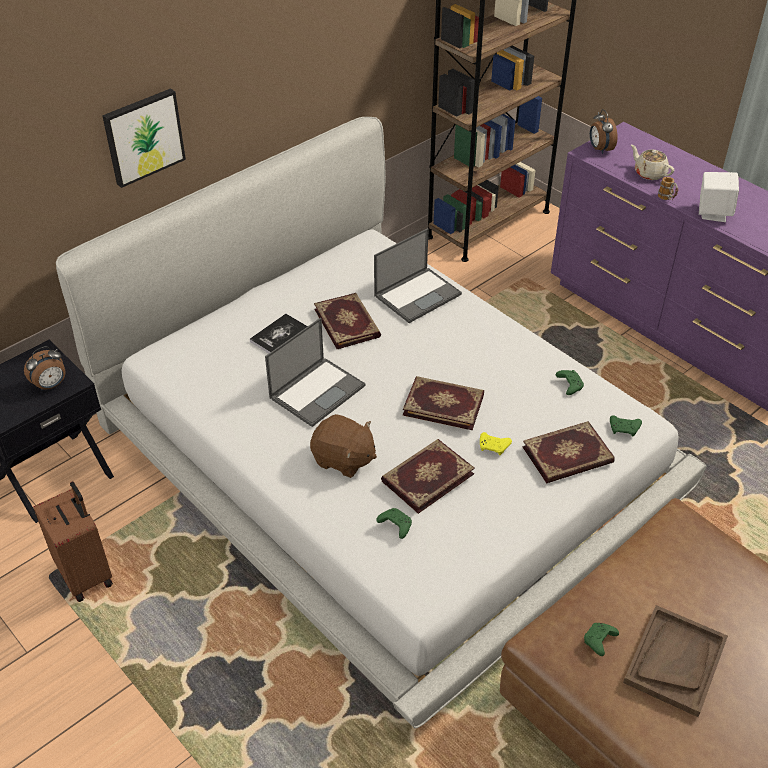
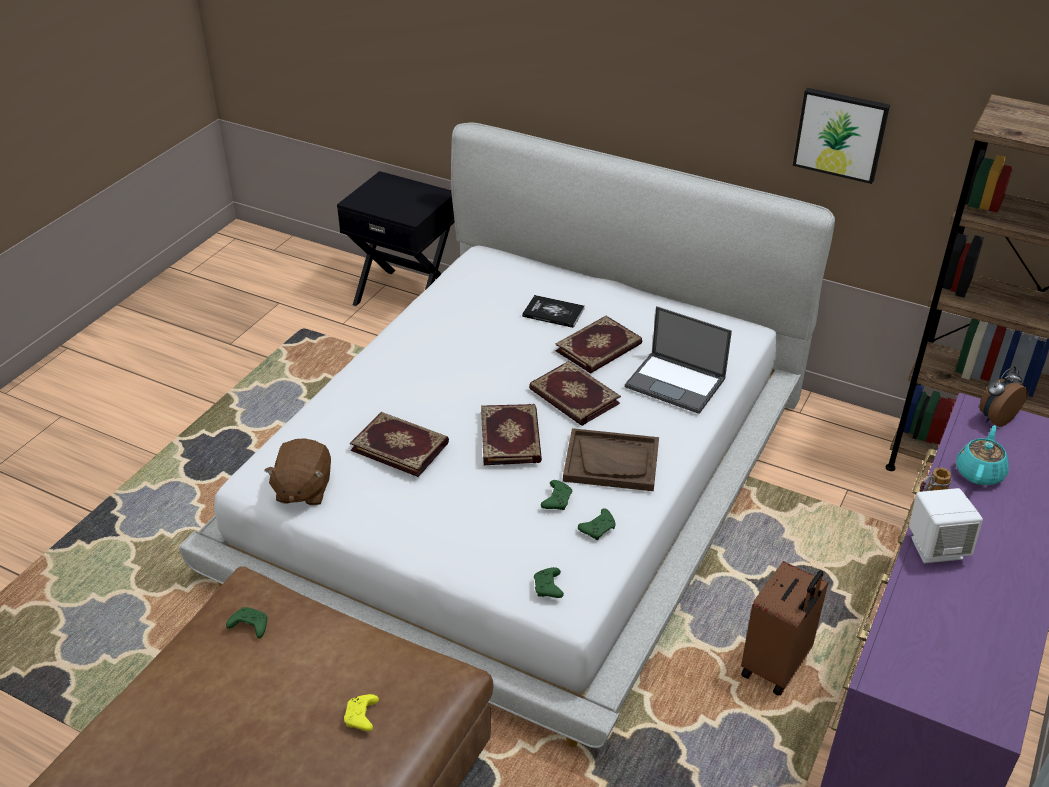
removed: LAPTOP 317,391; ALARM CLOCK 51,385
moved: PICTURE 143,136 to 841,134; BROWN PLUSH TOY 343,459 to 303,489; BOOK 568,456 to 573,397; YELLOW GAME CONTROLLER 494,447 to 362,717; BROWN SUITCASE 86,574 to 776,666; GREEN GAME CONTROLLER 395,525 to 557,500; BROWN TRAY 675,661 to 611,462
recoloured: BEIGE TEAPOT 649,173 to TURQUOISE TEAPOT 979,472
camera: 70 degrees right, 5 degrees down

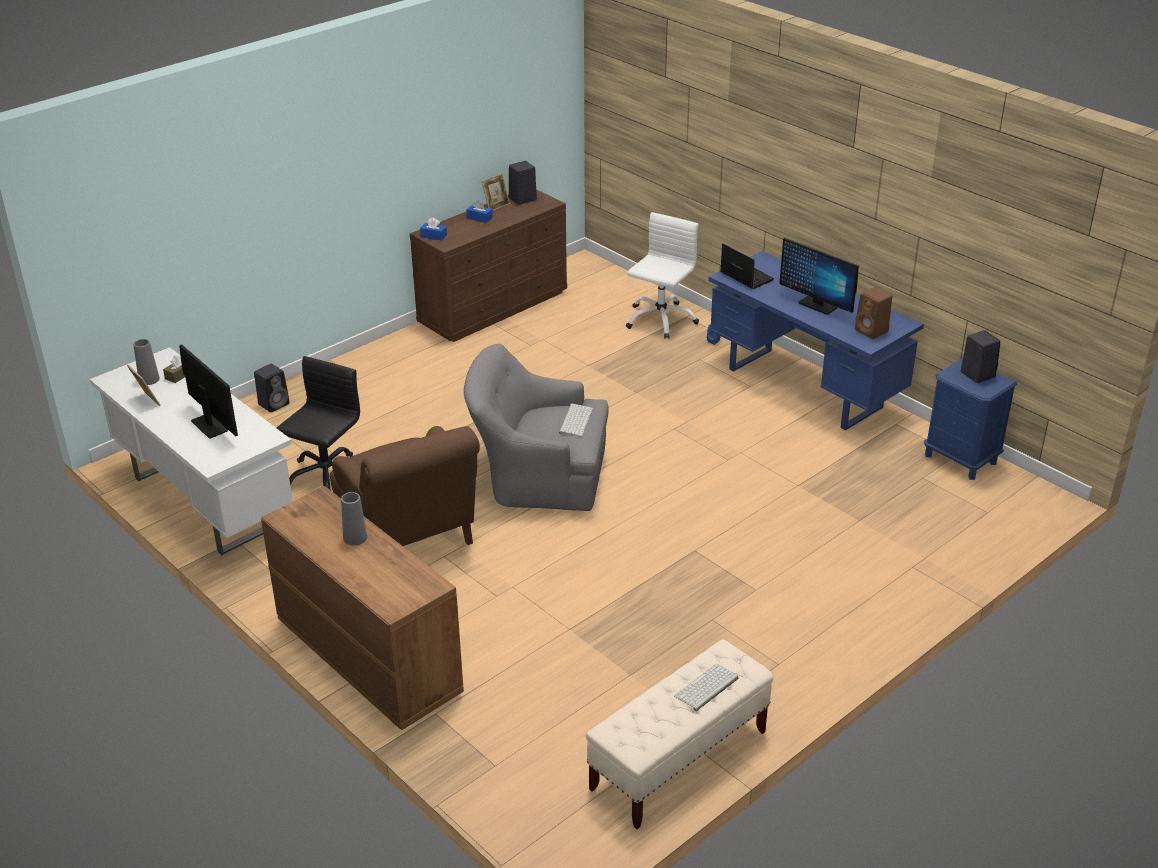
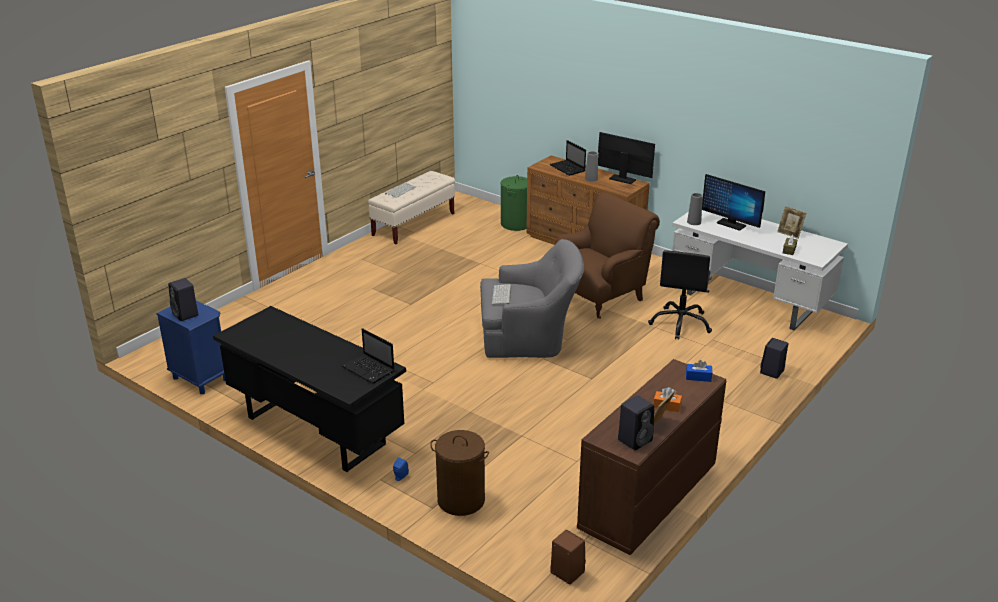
added: LAPTOP 568,168; GREEN LAUNDRY BASKET 516,224
moved: MONITOR 817,305 to 622,179; BROWN SPEAKER 872,331 to 566,572; GREY VASE 149,379 to 694,222
replaced: WHITE OFFICE CHAIR 660,319 to BROWN LAUNDRY BASKET 460,500
recoloured: BLUE TISSUE BOX 479,218 to ORANGE TISSUE BOX 667,406; BLUE DESK 805,388 to BLACK DESK 314,431
turned: BROWN ARMCHAIR 409,535 = 599,296 90 degrees clockwise
camera: 170 degrees right, 5 degrees down

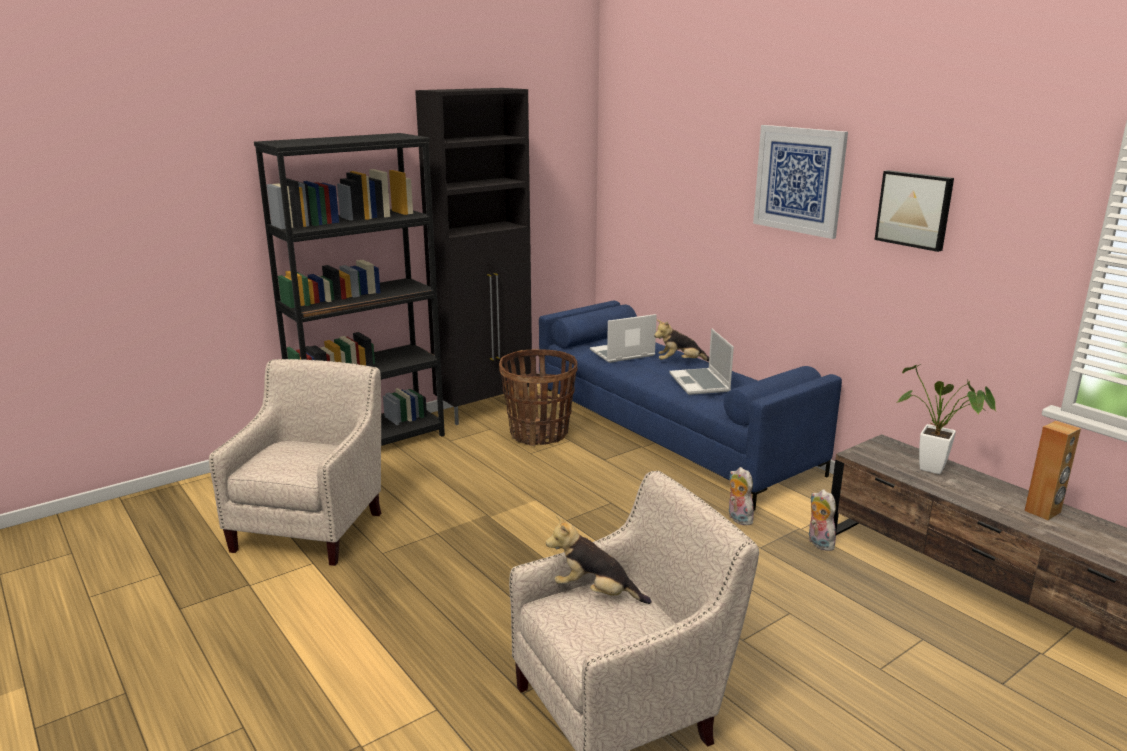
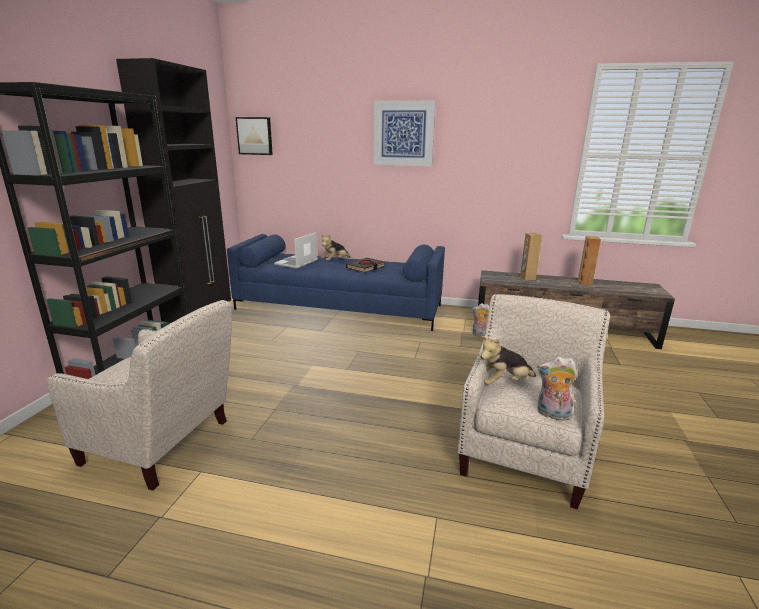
removed: BASKET 539,433
moved: PICTURE 915,209 to 255,136; PLUSH TOY 738,518 to 552,414
replaced: LAPTOP 700,383 to BLACK BOOK 365,267; POTTED PLANT 938,470 to BROWN SPEAKER 527,278
turned: BEIGE ARMCHAIR 313,526 = 163,445 135 degrees clockwise
camera: 40 degrees left, 0 degrees up

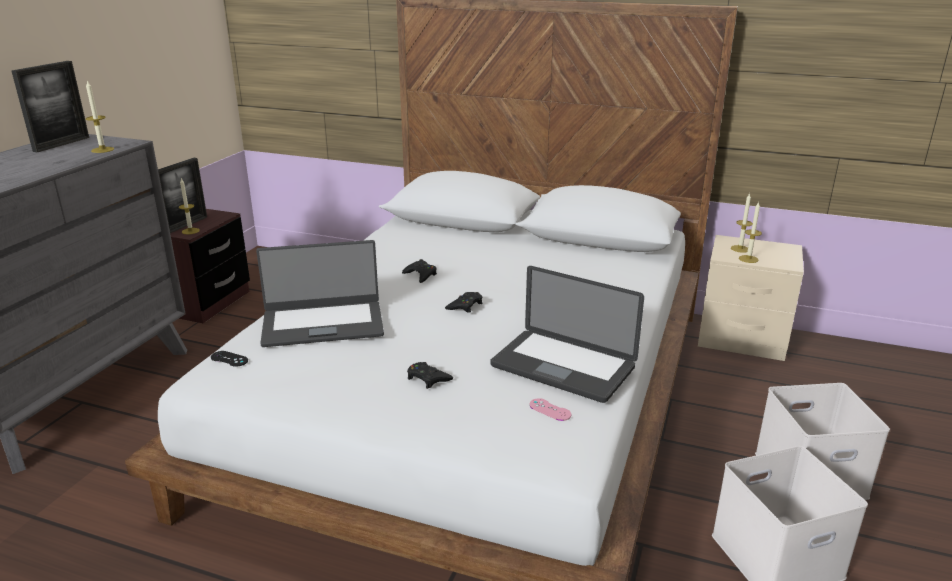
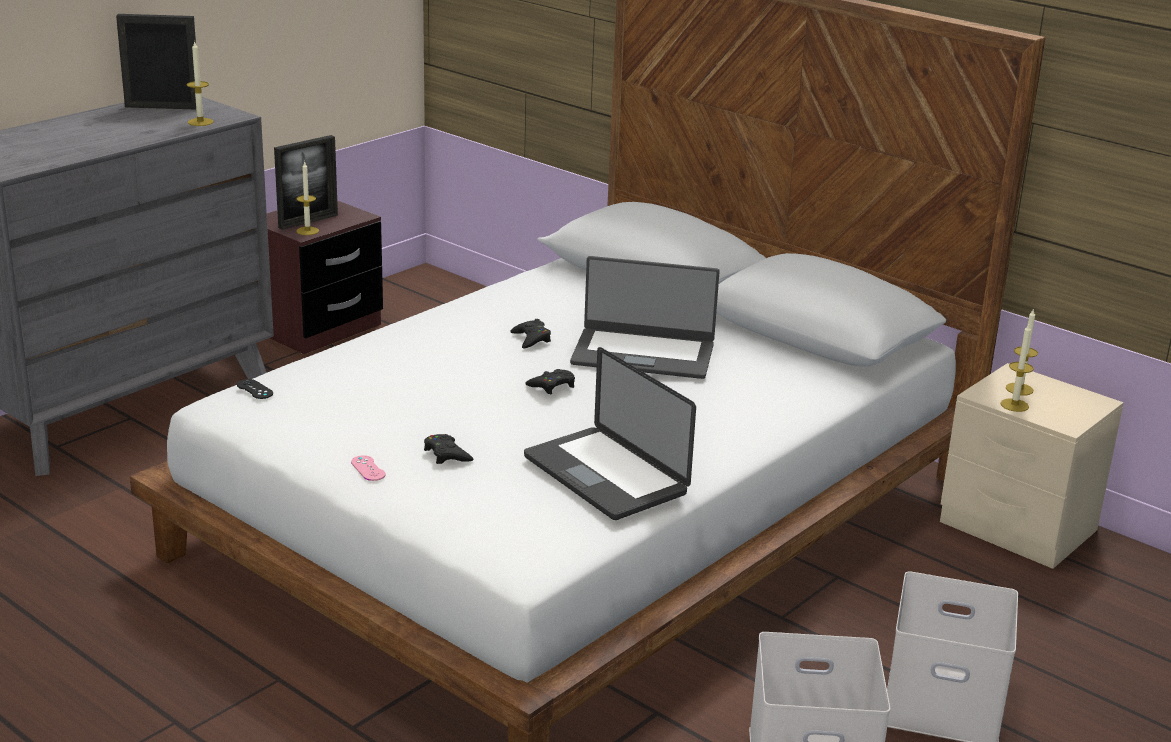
moved: LAPTOP 323,323 to 643,353; PINK GAME CONTROLLER 550,410 to 368,468
turned: PICTURE FRAME 62,144 = 162,107 135 degrees counterclockwise
camera: 20 degrees right, 0 degrees up

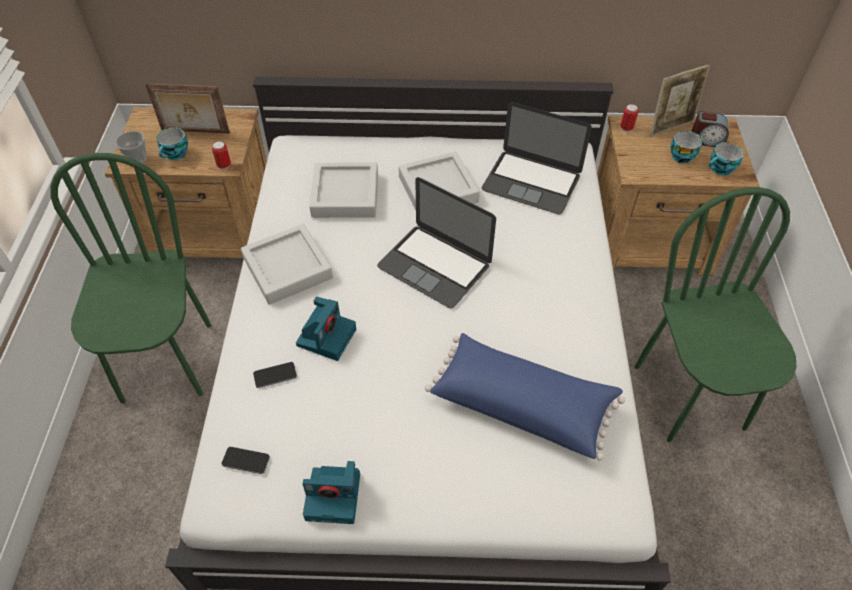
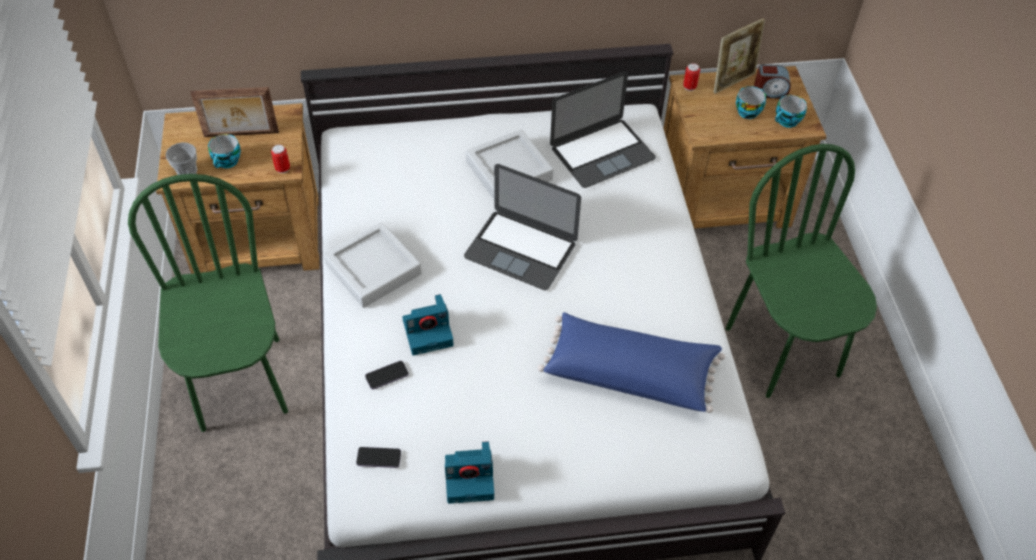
removed: GREY TRAY 345,195
turned: LAPTOP 531,182 = 602,153 45 degrees counterclockwise; PHOTO CAMERA 326,336 = 429,331 60 degrees clockwise
camera: 10 degrees left, 0 degrees up

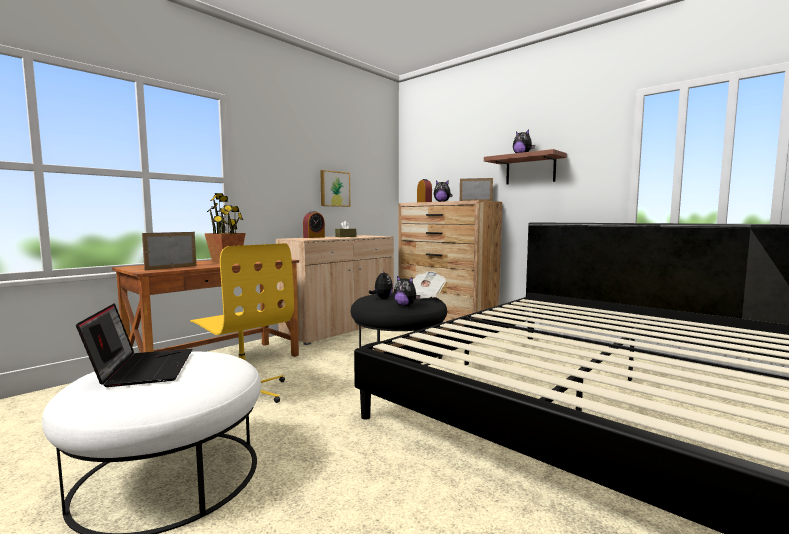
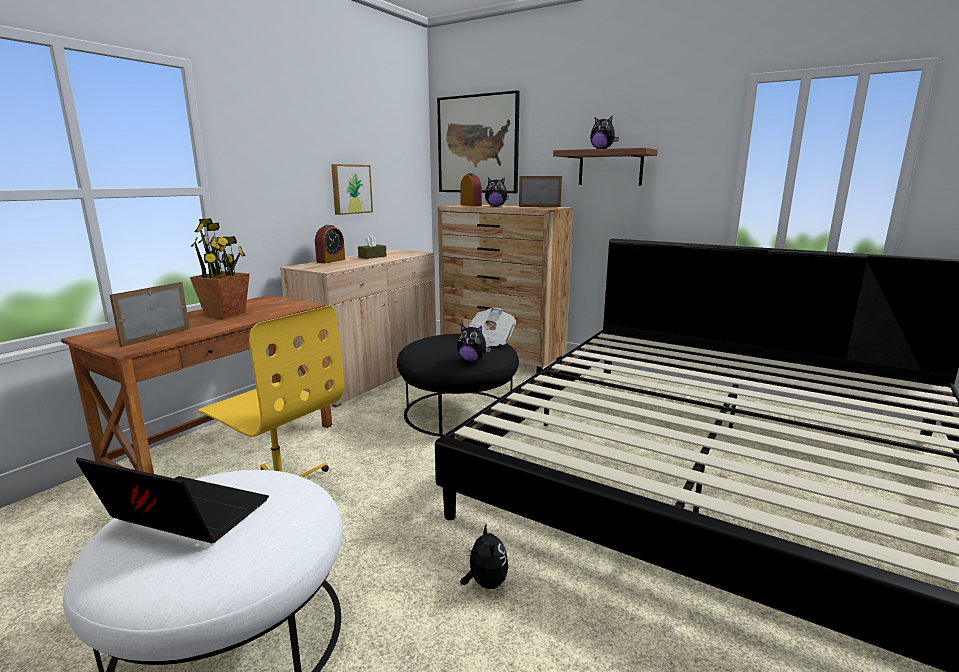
added: PICTURE 478,144
moved: PLUSH TOY 382,298 to 485,583
turned: LAPTOP 143,368 = 182,516 45 degrees counterclockwise
camera: 10 degrees left, 10 degrees up

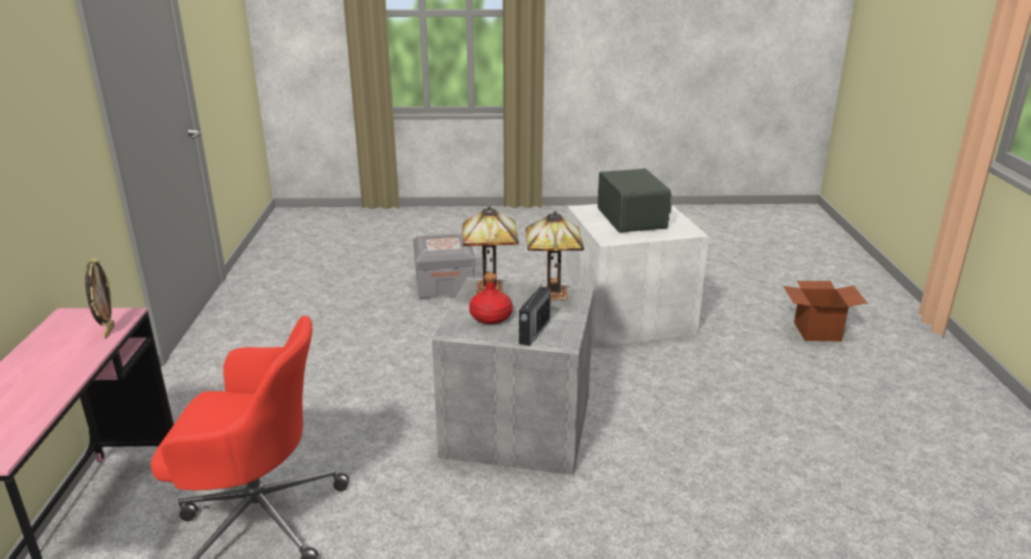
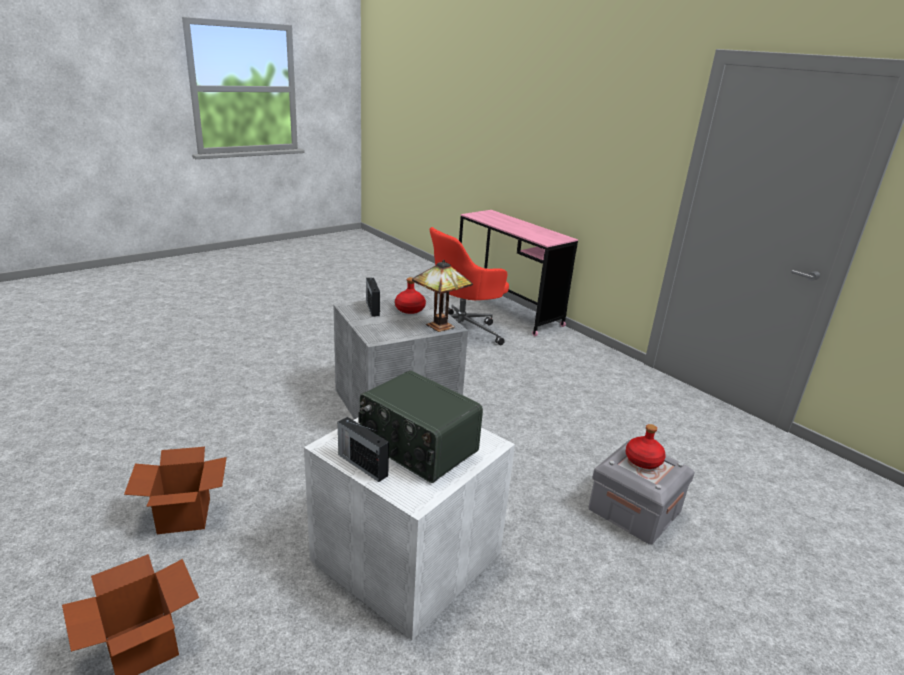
removed: TABLE LAMP 551,294; PICTURE FRAME 108,331
added: RADIO 362,464; RED BOTTLE 643,460; CARDBOARD BOX 184,515
camera: 140 degrees right, 0 degrees up

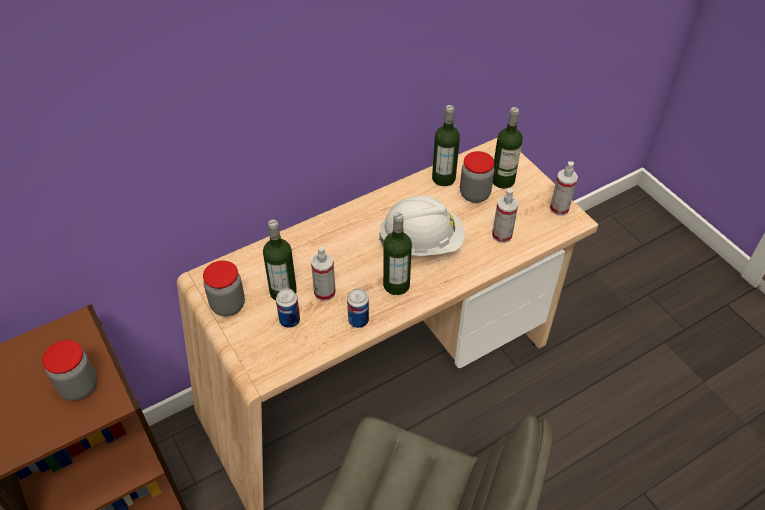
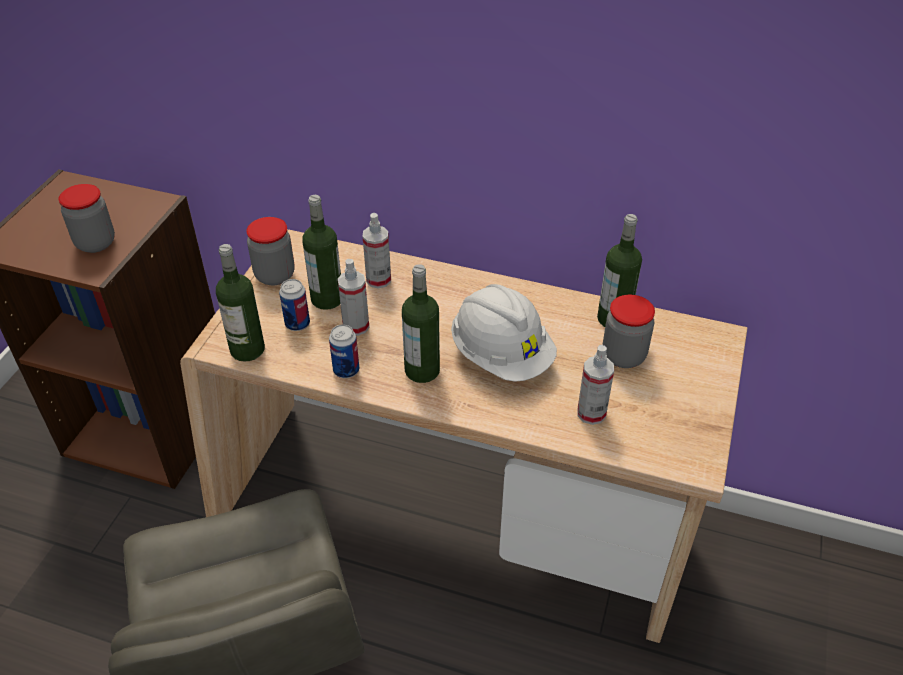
moved: BOTTLE 503,180 to 247,349; SPRAY BOTTLE 559,208 to 378,280
camera: 50 degrees right, 5 degrees down

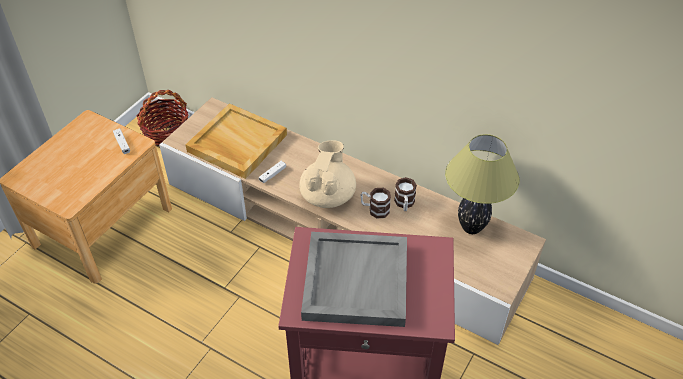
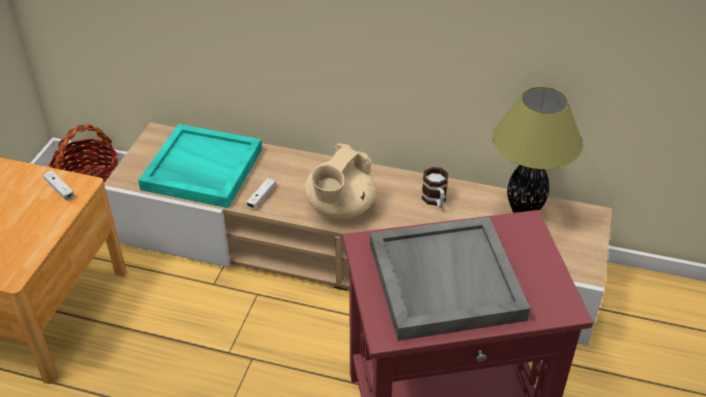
removed: MUG 375,209
recoloured: BEIGE TRAY 236,143 to TURQUOISE TRAY 201,169
turned: BEIGE TEAPOT 328,195 = 339,208 150 degrees counterclockwise
camera: 15 degrees left, 5 degrees down

